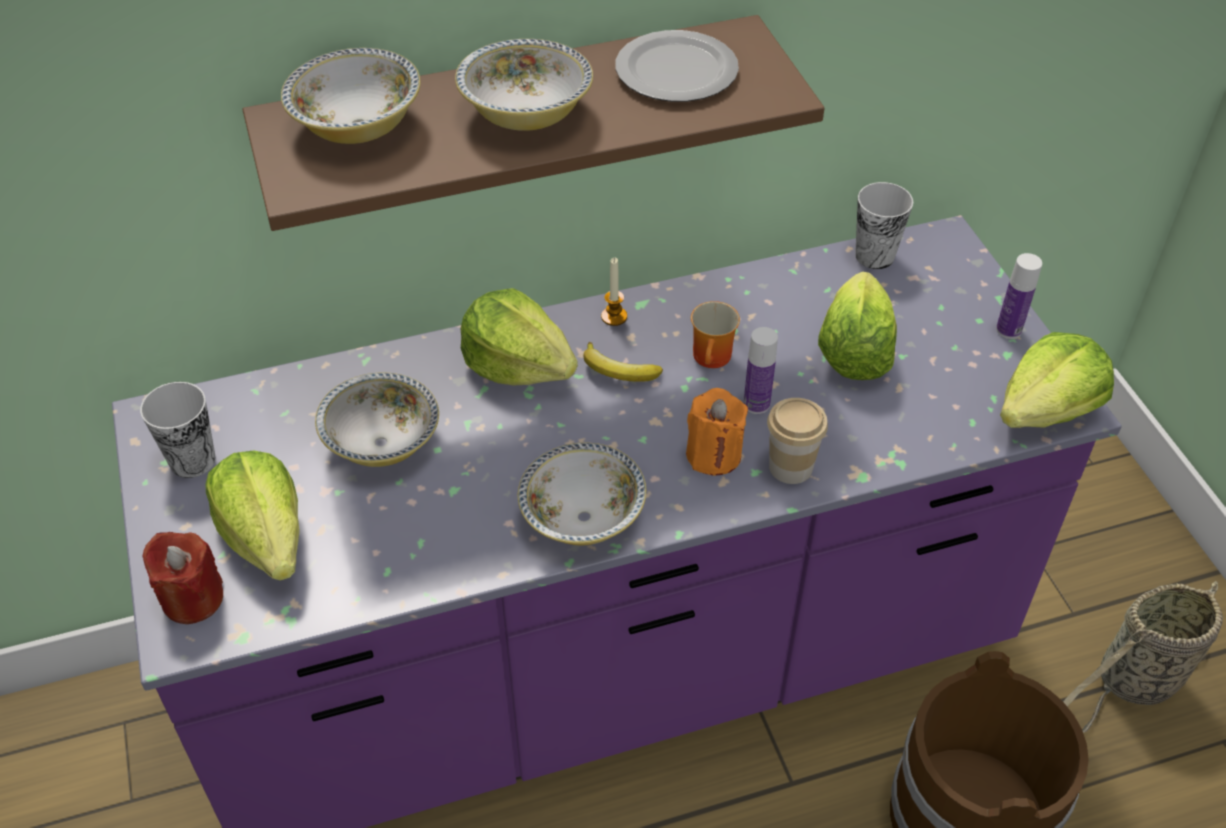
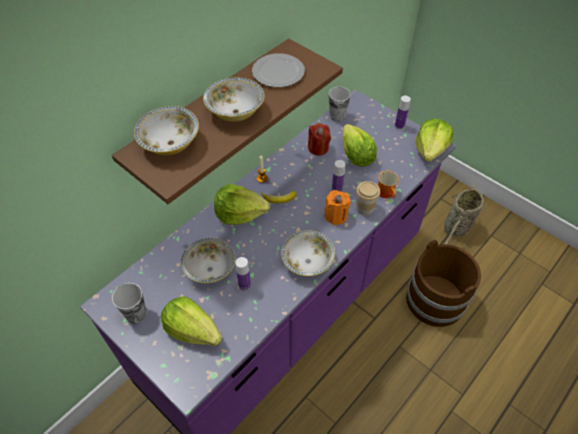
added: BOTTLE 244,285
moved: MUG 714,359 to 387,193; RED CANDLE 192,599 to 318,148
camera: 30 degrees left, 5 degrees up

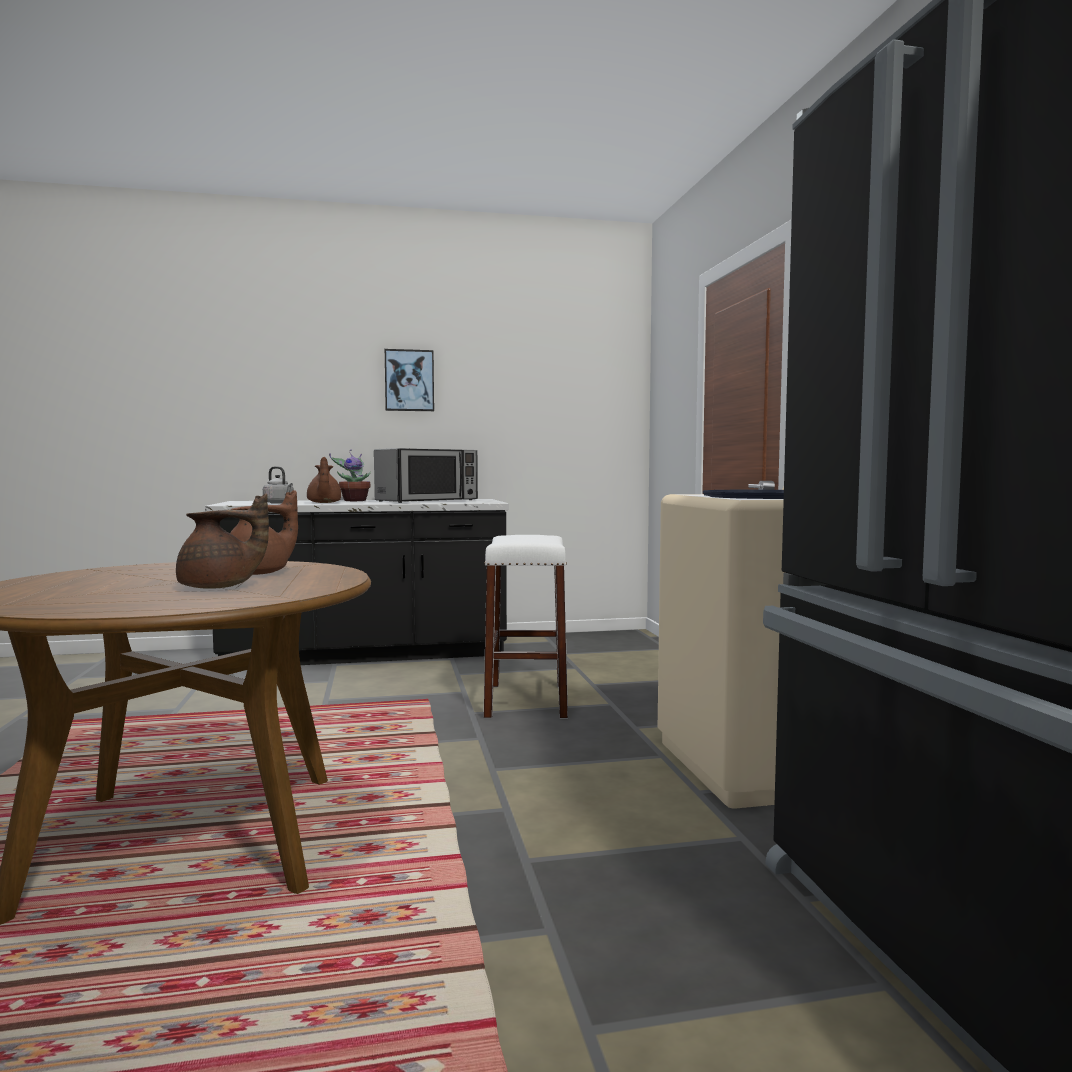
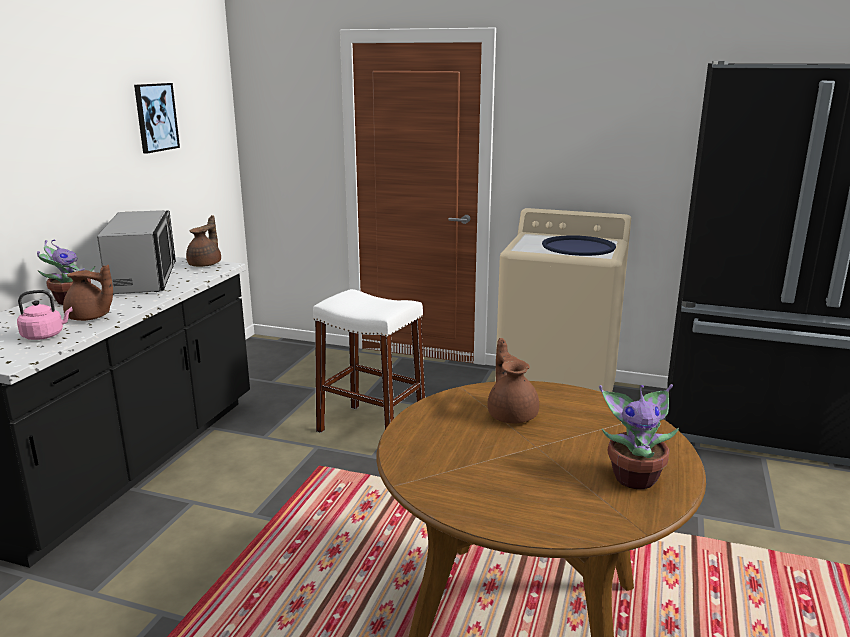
added: POTTED PLANT 634,476
moved: PICTURE 409,380 to 155,117; BROWN TEAPOT 219,587 to 206,264
recoloured: GREY KETTLE 279,503 to PINK KETTLE 45,336
camera: 60 degrees left, 15 degrees up

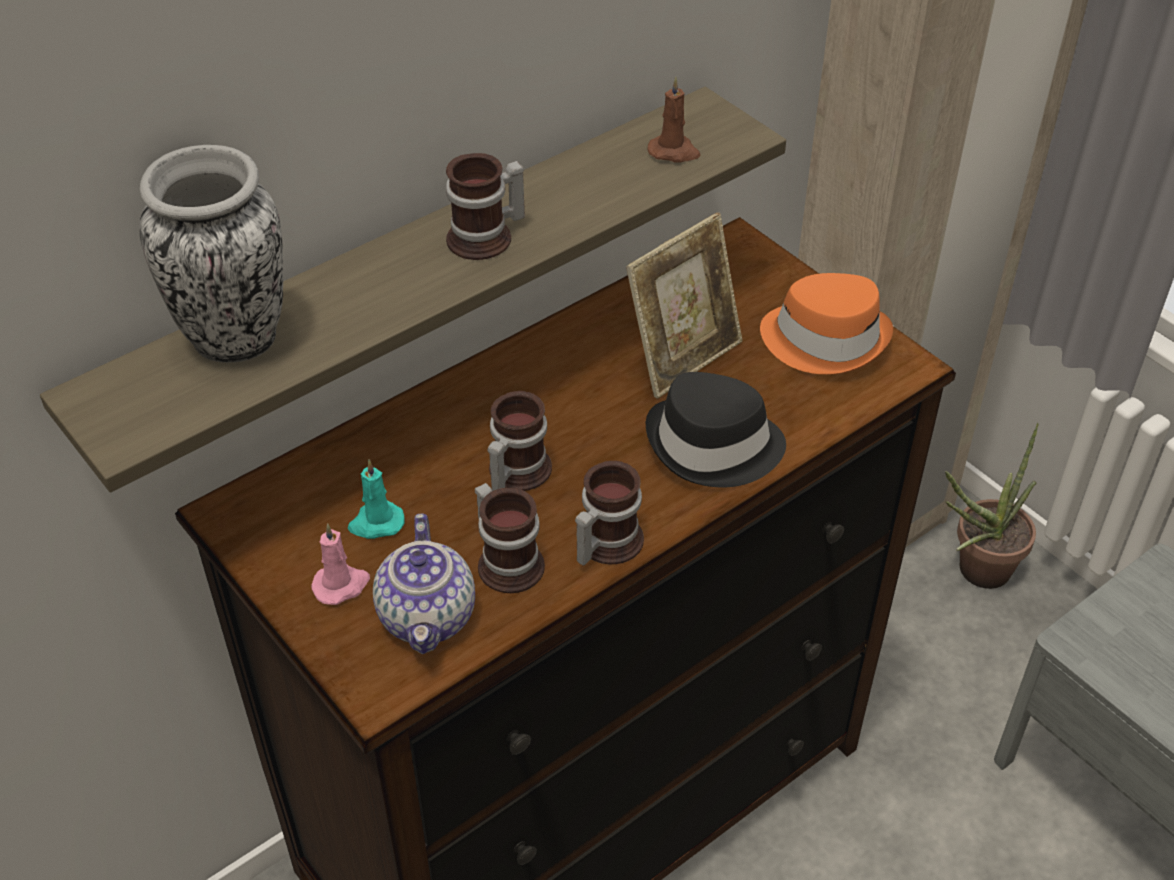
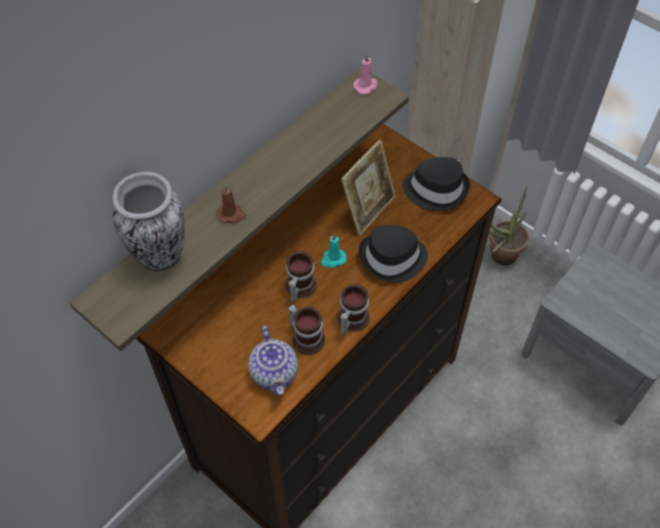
removed: MUG 486,239
moved: BROWN CANDLE 674,152 to 231,215; TURQUOISE CANDLE 376,523 to 333,259; PINK CANDLE 341,585 to 366,86
recoloured: ORANGE HAT 825,339 to BLACK HAT 436,189
camera: 10 degrees left, 10 degrees up

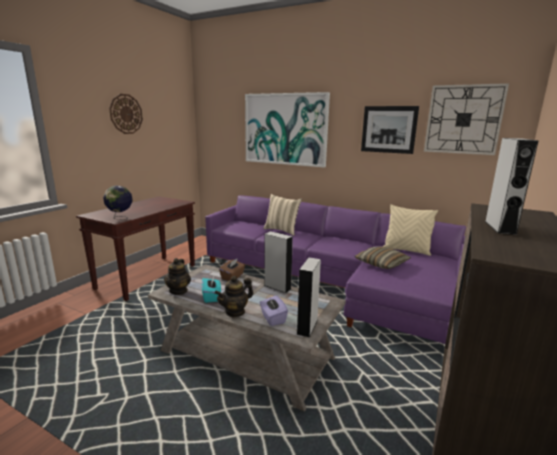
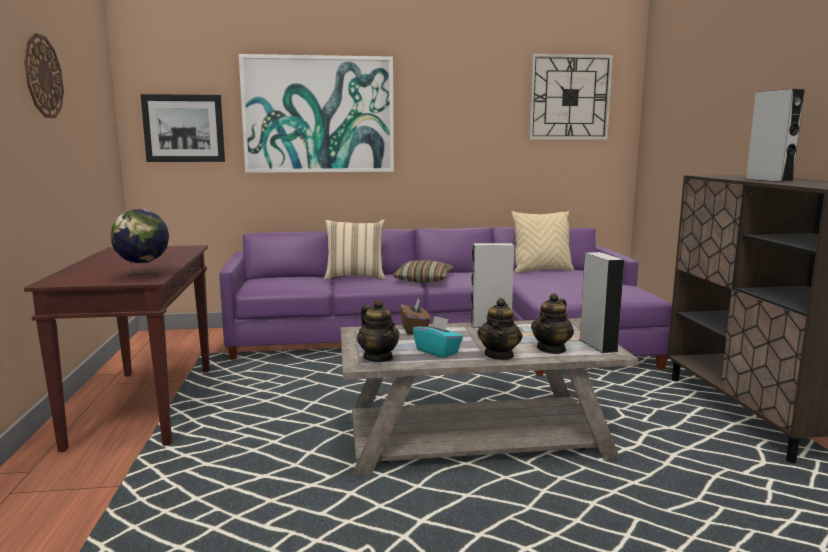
moved: PICTURE 388,129 to 183,128; PILLOW 381,263 to 423,280
replaced: PURPLE TISSUE BOX 272,318 to TEAPOT 551,349
camera: 35 degrees left, 5 degrees down

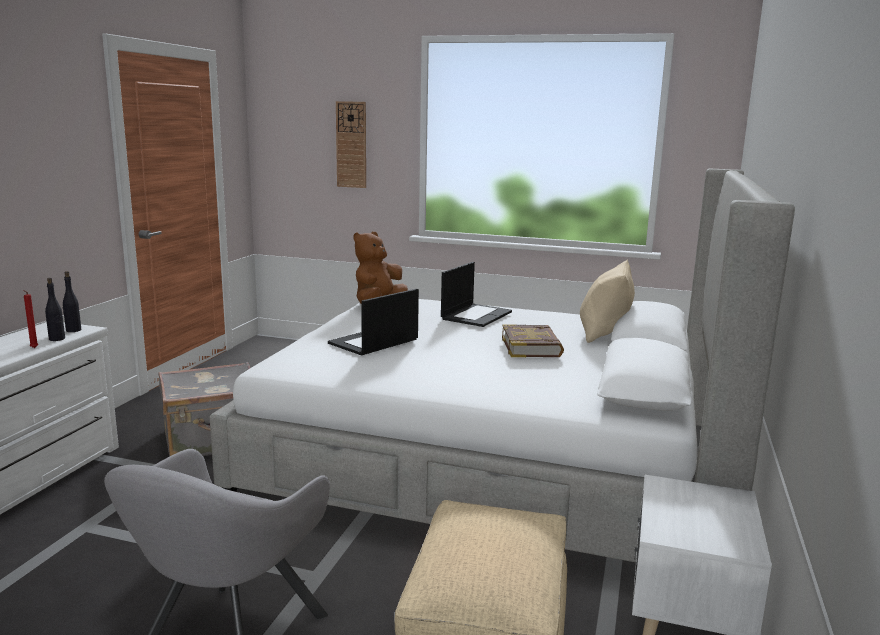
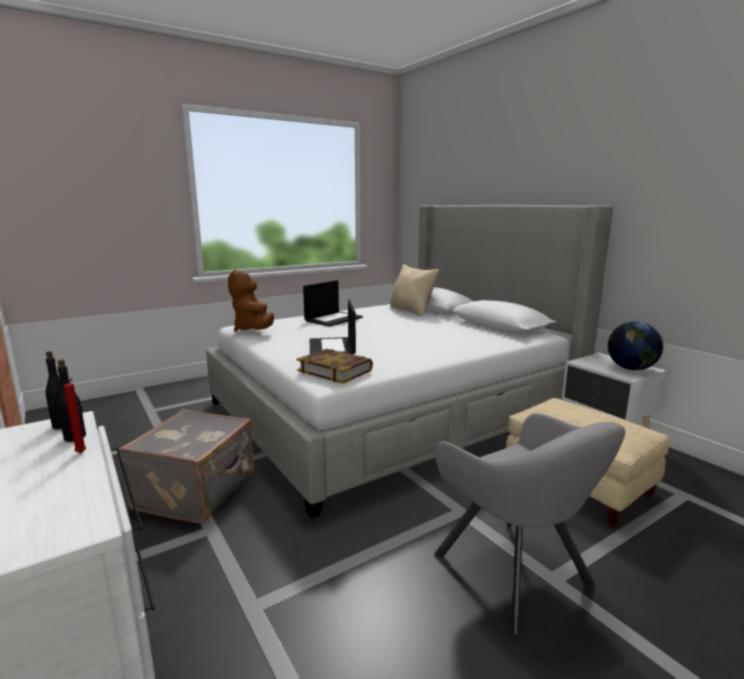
removed: WALL CLOCK 351,145
added: GLOBE 631,368
moved: BOOK 531,347 to 335,370
turned: LAPTOP 476,315 = 333,319 60 degrees clockwise
camera: 50 degrees left, 0 degrees up

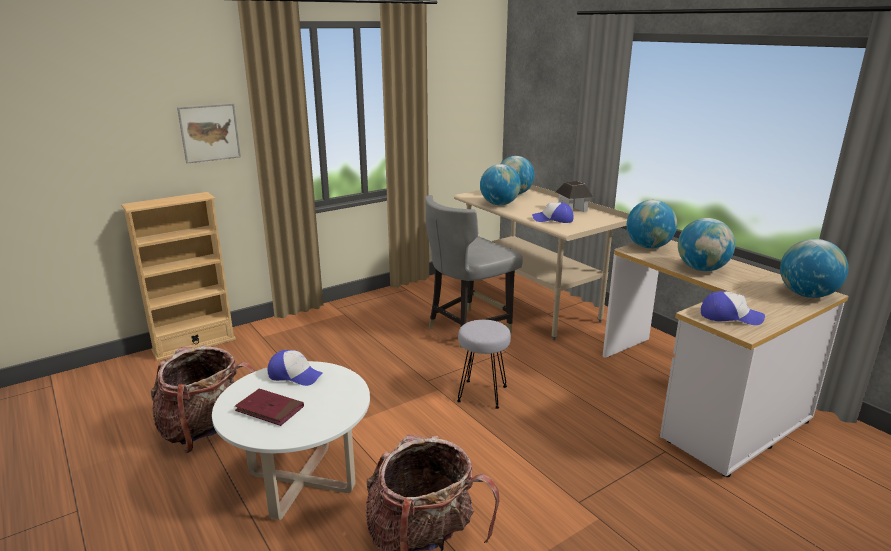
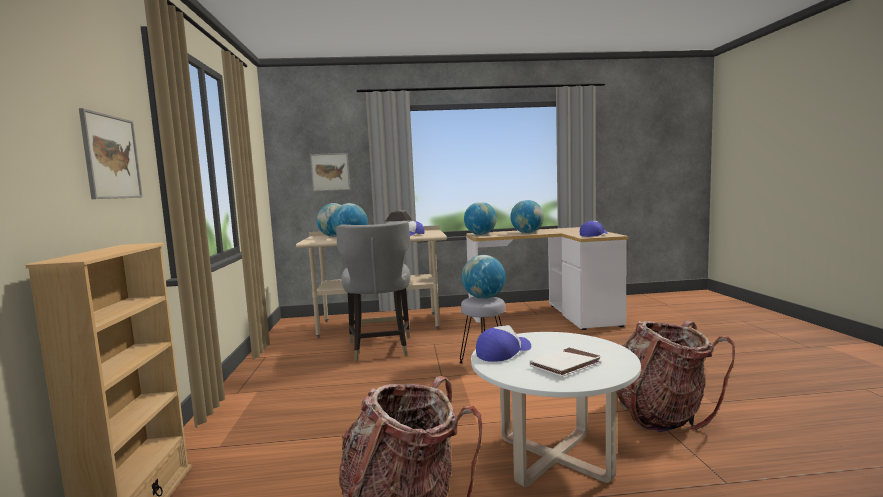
added: PICTURE 330,172
moved: GLOBE 806,295 to 484,298
recoloured: RED BOOK 270,409 to WHITE BOOK 565,365
camera: 60 degrees left, 15 degrees down

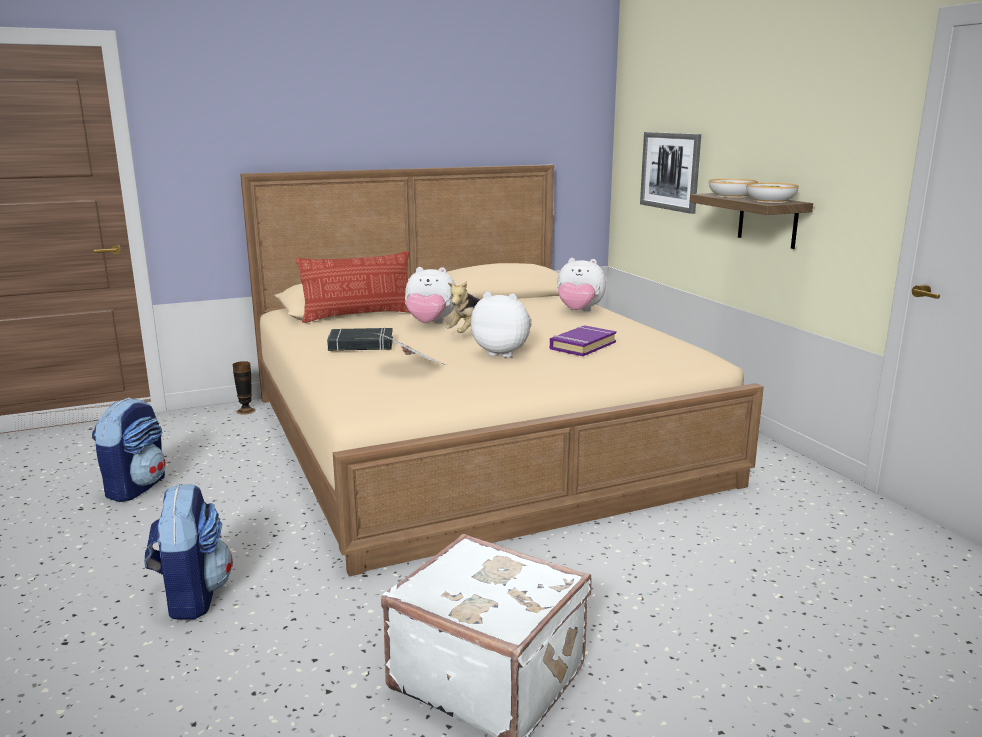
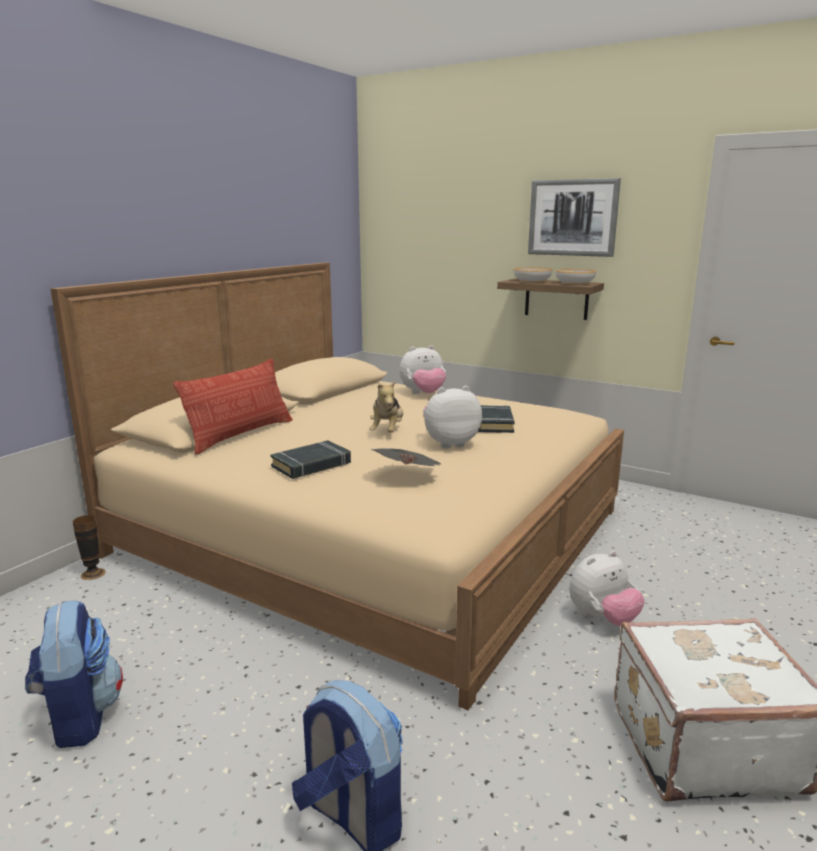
moved: PICTURE 670,171 to 572,217; PLUSH TOY 430,324 to 602,618
recoloured: PURPLE BOOK 582,346 to BLACK BOOK 493,423
camera: 35 degrees left, 0 degrees up

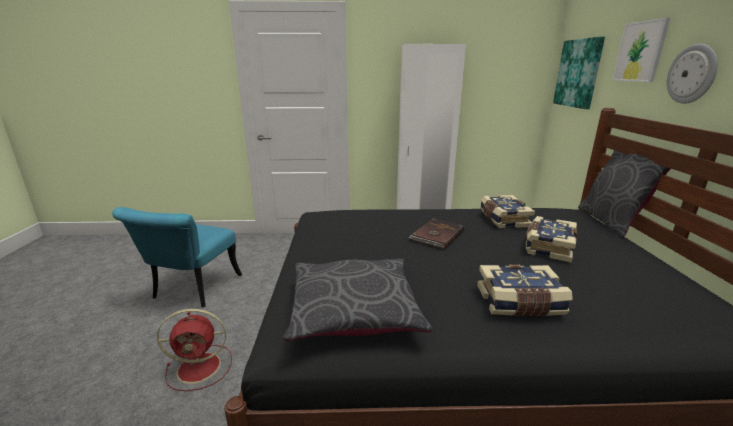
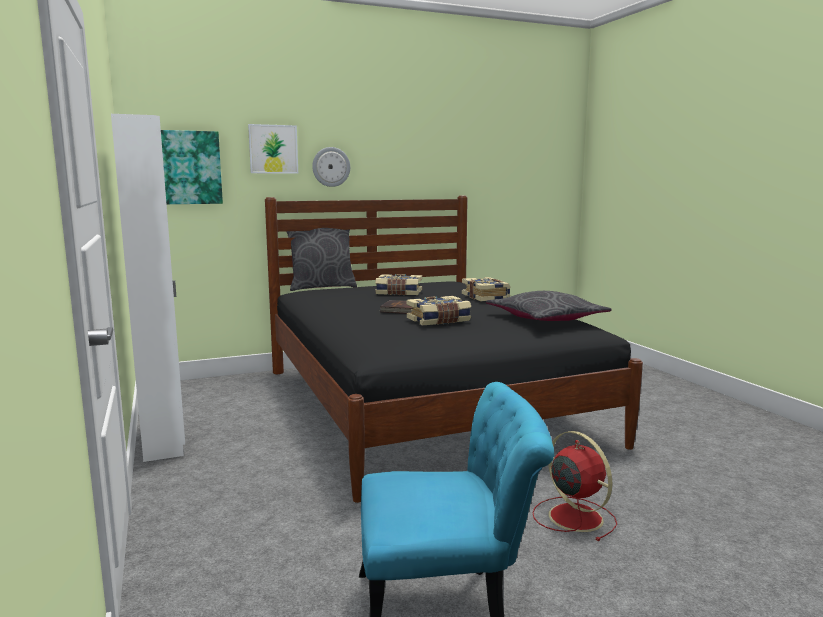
moved: BOOK 503,219 to 439,321
camera: 110 degrees left, 10 degrees down

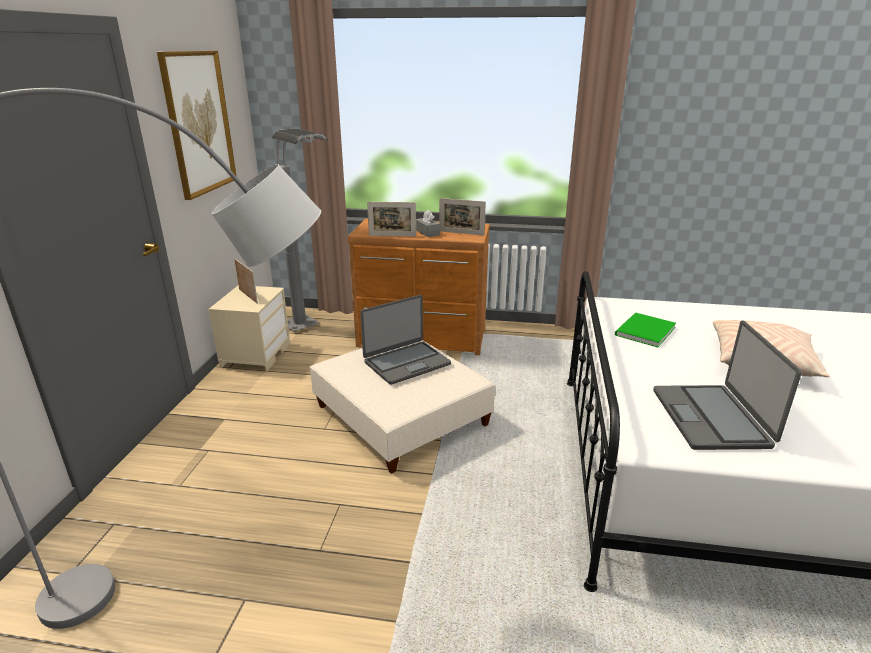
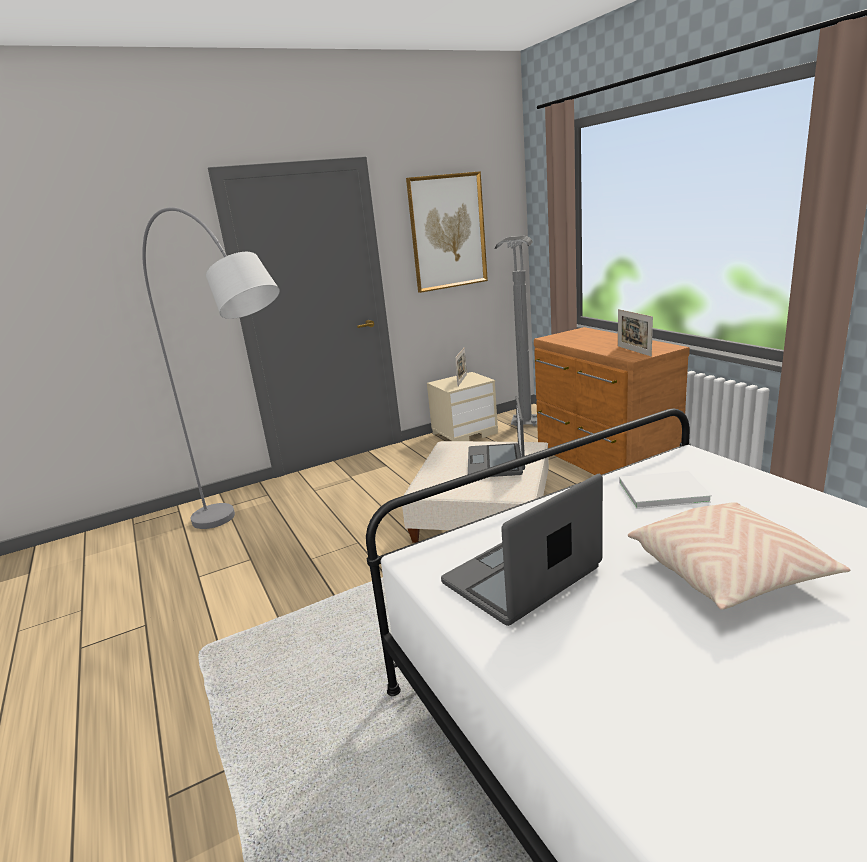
removed: PICTURE FRAME 392,236; GREY TISSUE BOX 427,232
recoloured: GREEN BOOK 643,331 to WHITE BOOK 659,491
turned: LAPTOP 406,363 = 496,462 75 degrees clockwise
camera: 55 degrees right, 5 degrees down

